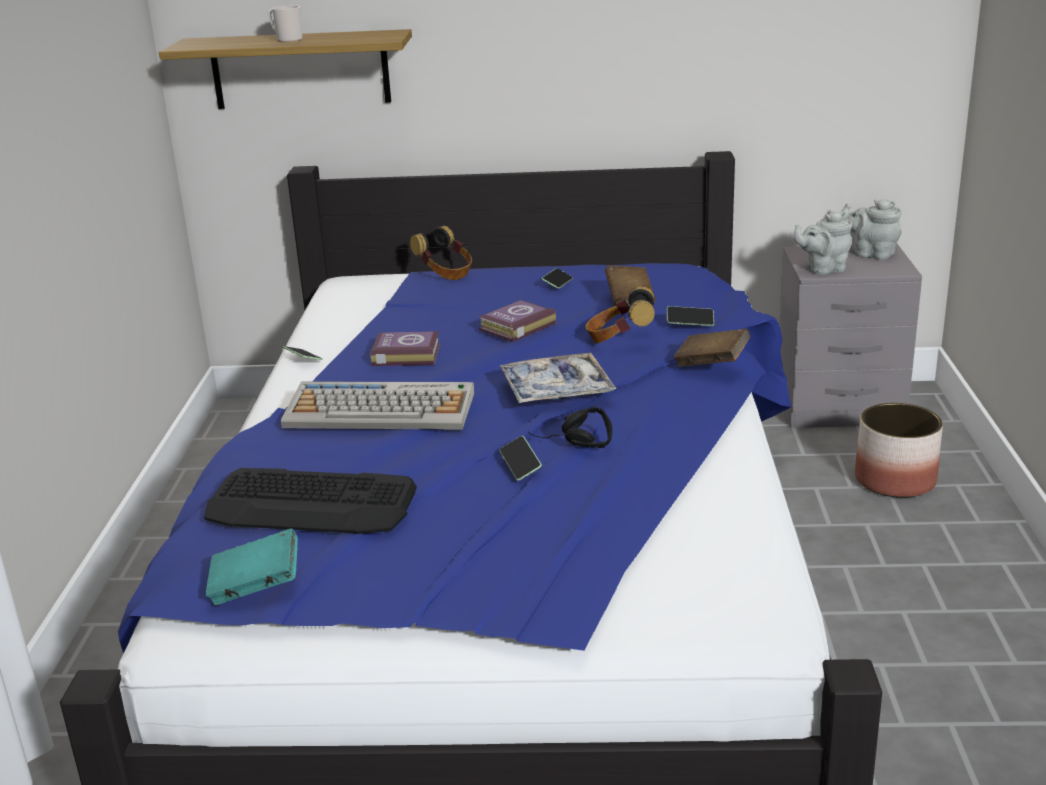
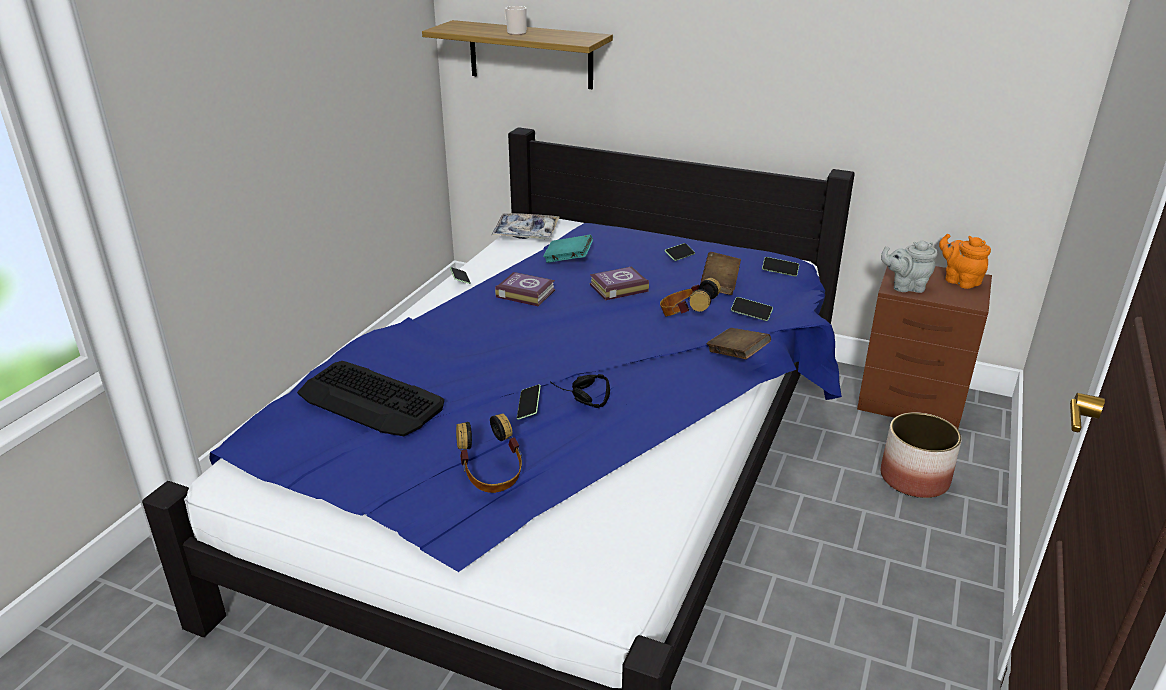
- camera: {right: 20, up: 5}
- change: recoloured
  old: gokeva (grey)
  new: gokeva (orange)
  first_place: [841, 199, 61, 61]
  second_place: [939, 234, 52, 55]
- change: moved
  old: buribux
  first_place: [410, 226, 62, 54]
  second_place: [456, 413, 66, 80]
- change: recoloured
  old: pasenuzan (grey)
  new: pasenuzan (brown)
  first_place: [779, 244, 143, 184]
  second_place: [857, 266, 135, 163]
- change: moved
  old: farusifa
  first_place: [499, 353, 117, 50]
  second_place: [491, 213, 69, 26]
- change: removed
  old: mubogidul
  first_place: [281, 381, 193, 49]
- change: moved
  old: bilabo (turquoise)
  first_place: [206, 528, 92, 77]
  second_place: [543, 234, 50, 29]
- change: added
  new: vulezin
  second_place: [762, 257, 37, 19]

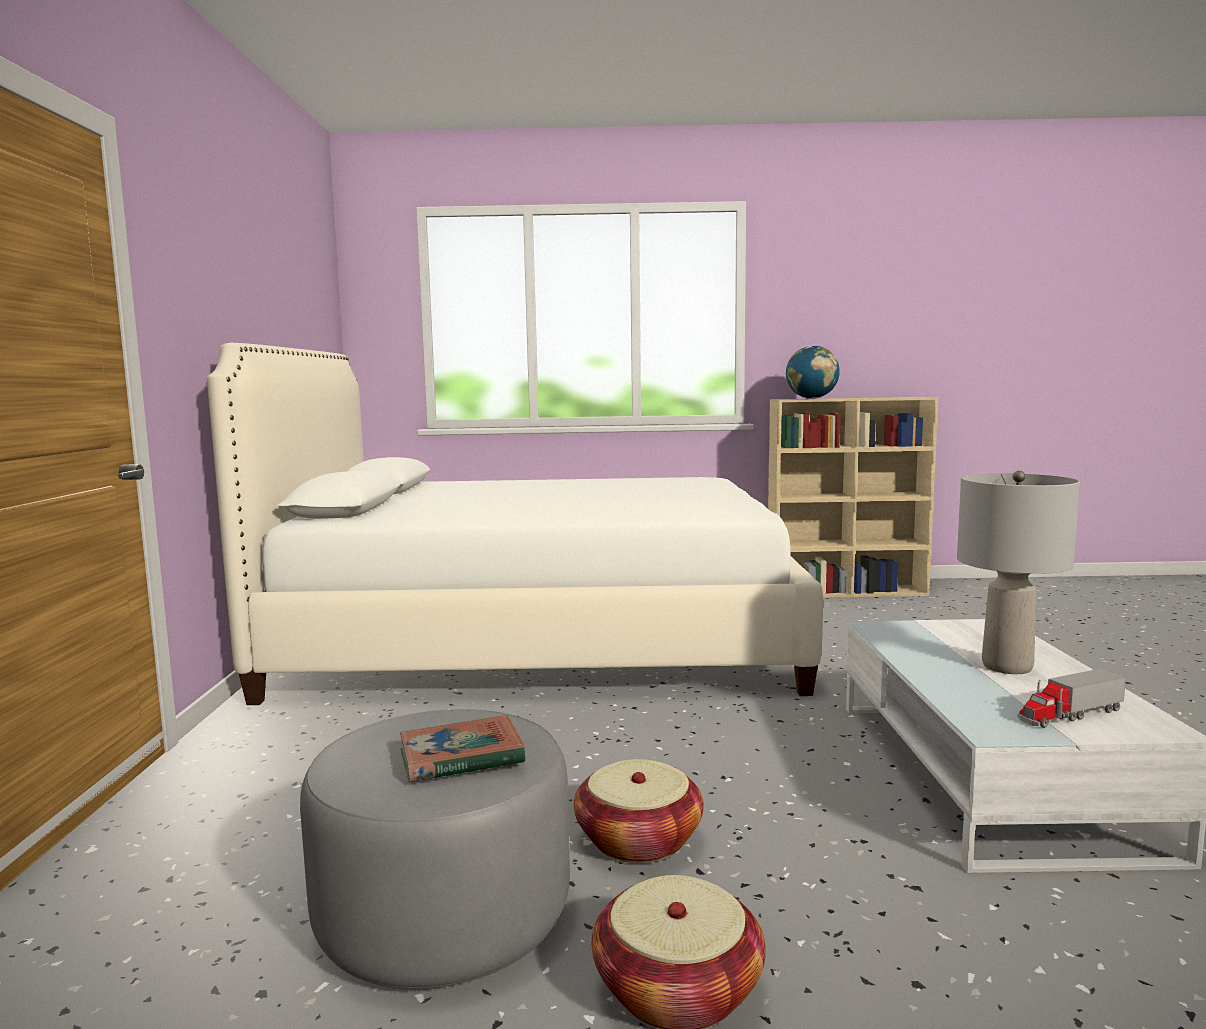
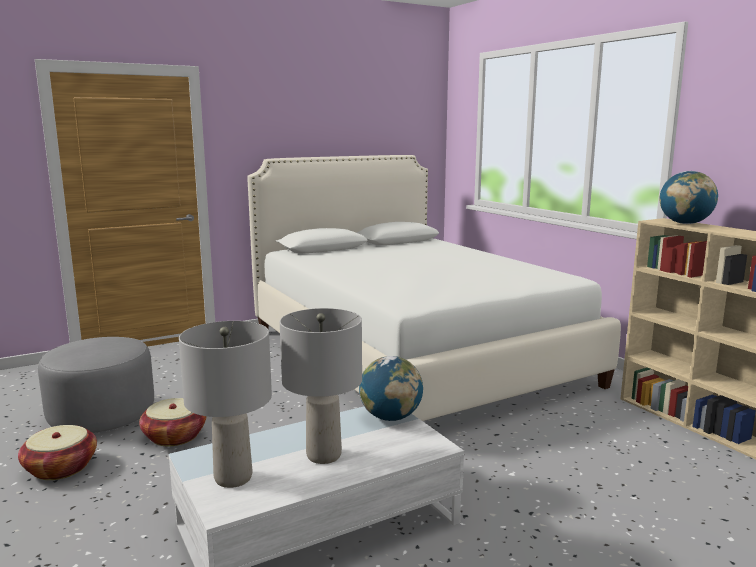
- camera: {right: 60, up: 5}
- change: replaced
  old: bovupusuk
  new: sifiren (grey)
  first_place: [1018, 669, 108, 59]
  second_place: [179, 321, 93, 167]
- change: removed
  old: bilabo
  first_place: [400, 715, 126, 67]
- change: added
  new: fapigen
  second_place: [359, 356, 64, 65]

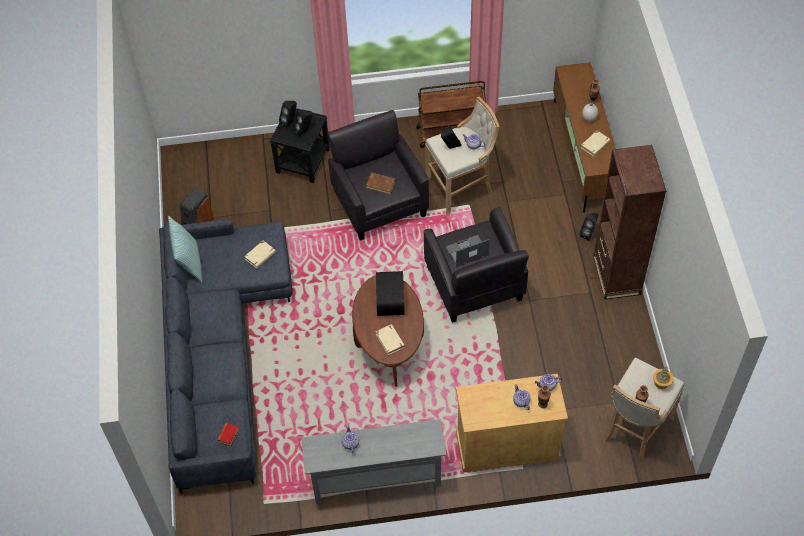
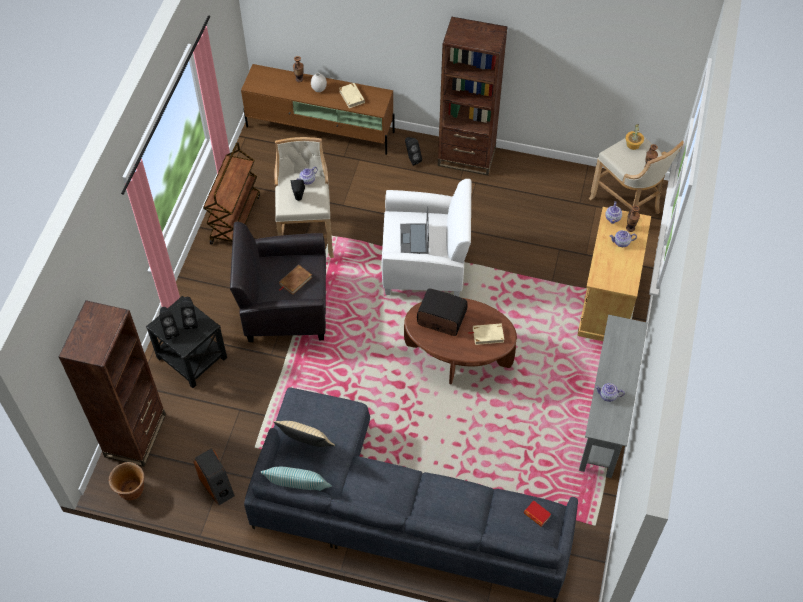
- camera: {right: -70, up: 0}
- change: recoloured
  old: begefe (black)
  new: begefe (white)
  first_place: [424, 207, 105, 116]
  second_place: [382, 179, 90, 118]
- change: removed
  old: bilabo (beige)
  first_place: [244, 240, 32, 28]
- change: added
  new: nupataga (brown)
  second_place: [58, 300, 108, 167]
- change: added
  new: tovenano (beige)
  second_place: [273, 421, 62, 26]
- change: added
  new: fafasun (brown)
  second_place: [109, 462, 36, 38]

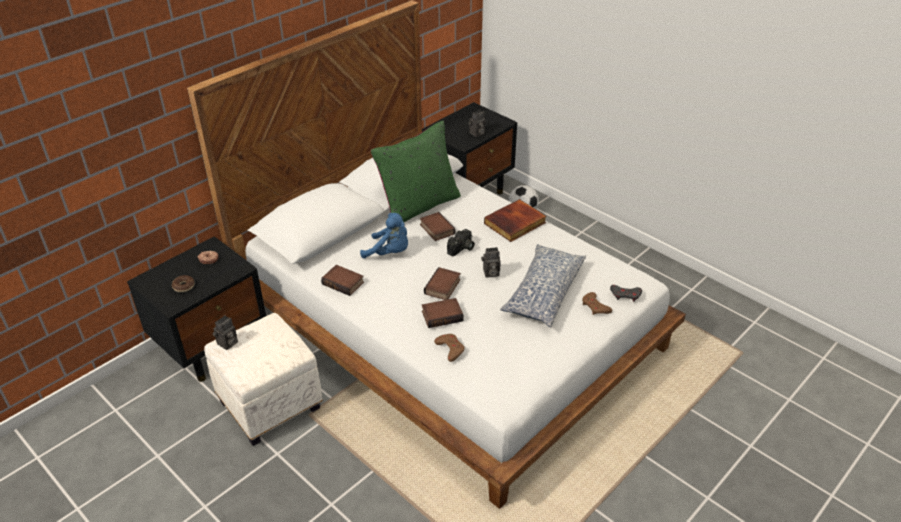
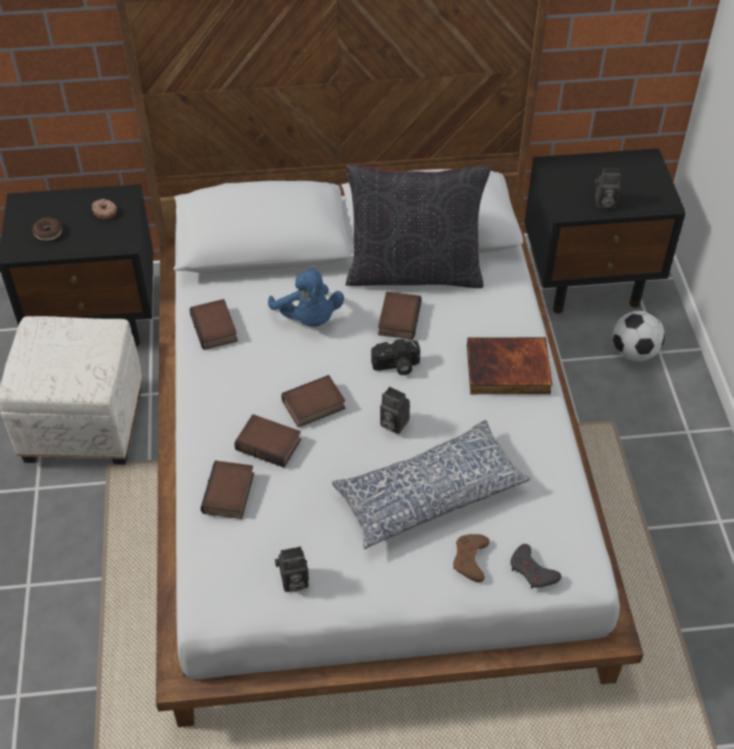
- camera: {right: 40, up: 10}
- change: recoloured
  old: tovenano (green)
  new: tovenano (black)
  first_place: [370, 121, 91, 101]
  second_place: [346, 164, 145, 124]
- change: moved
  old: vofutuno
  first_place: [212, 315, 26, 35]
  second_place: [275, 546, 34, 46]
- change: replaced
  old: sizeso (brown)
  new: bilabo
  first_place: [434, 334, 31, 28]
  second_place: [200, 461, 54, 58]

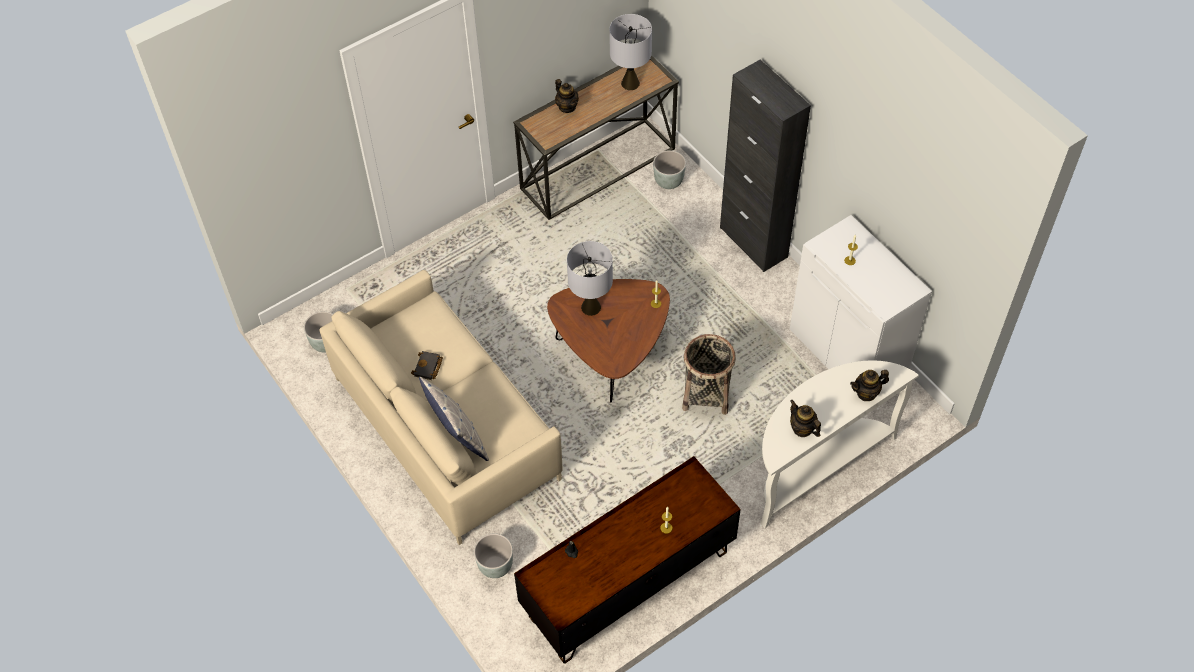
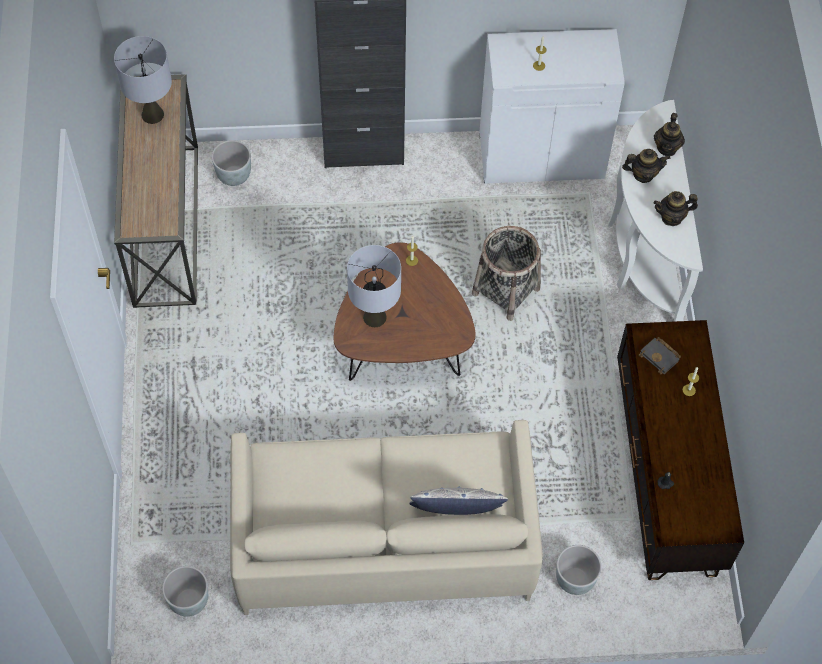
- camera: {right: -60, up: 5}
- change: moved
  old: gokeva
  first_place: [555, 79, 24, 34]
  second_place: [622, 149, 48, 34]
- change: moved
  old: bilabo (black)
  first_place: [411, 351, 32, 29]
  second_place: [639, 337, 42, 38]

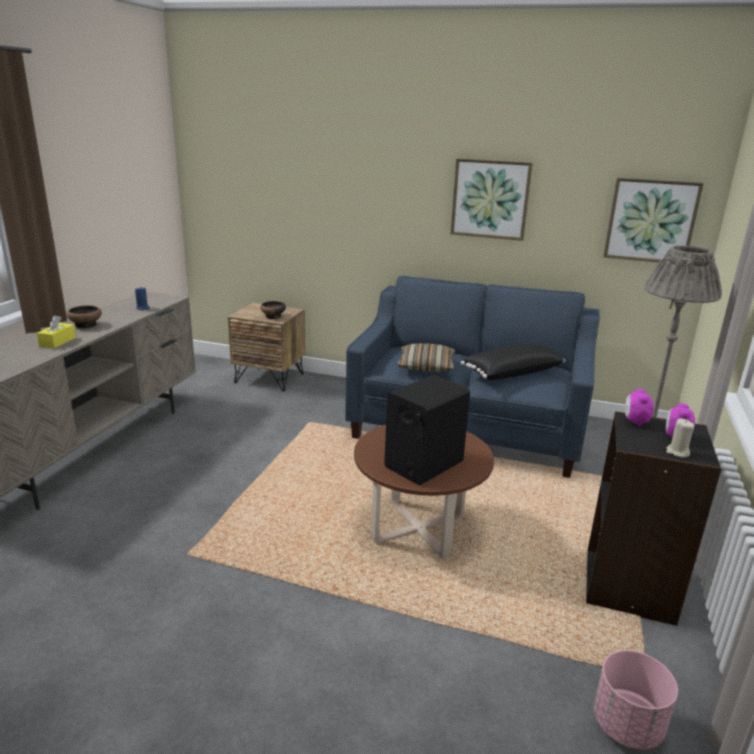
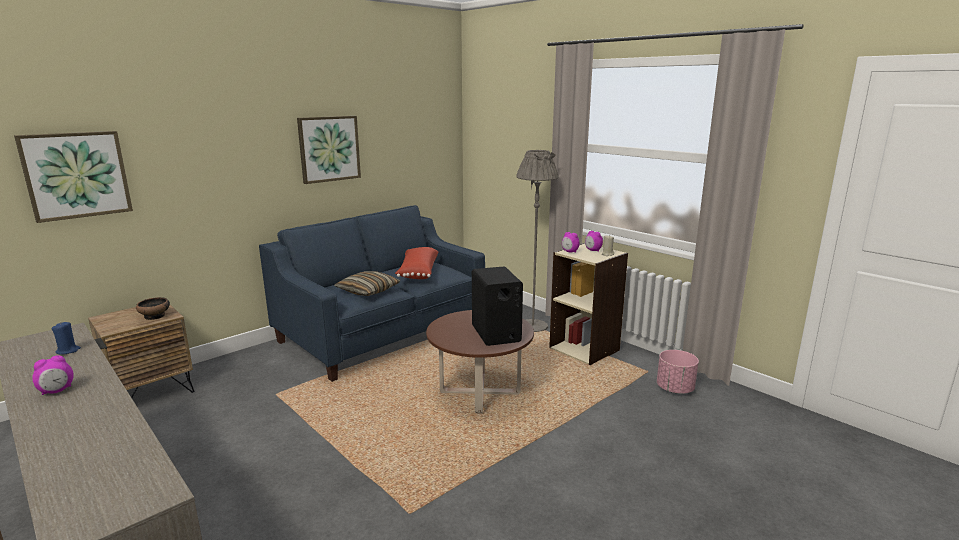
- camera: {right: -60, up: -5}
- change: moved
  old: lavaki
  first_place: [603, 178, 101, 85]
  second_place: [14, 131, 119, 92]
- change: replaced
  old: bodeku
  new: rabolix
  first_place: [67, 305, 35, 23]
  second_place: [32, 355, 42, 40]
- change: removed
  old: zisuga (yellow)
  first_place: [37, 315, 39, 33]
- change: recoloured
  old: tovenano (black)
  new: tovenano (red)
  first_place: [461, 344, 104, 36]
  second_place: [395, 247, 44, 32]
- change: recoloured
  old: nupataga (black)
  new: nupataga (beige)
  first_place: [586, 411, 136, 215]
  second_place: [549, 243, 79, 122]

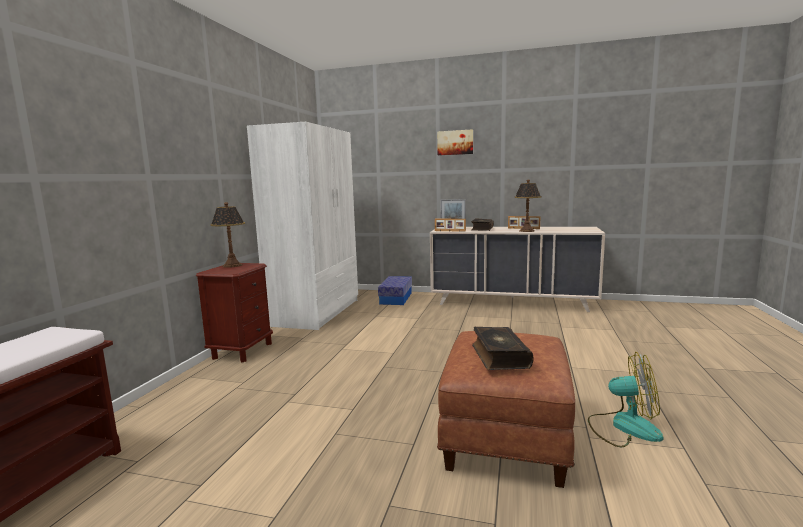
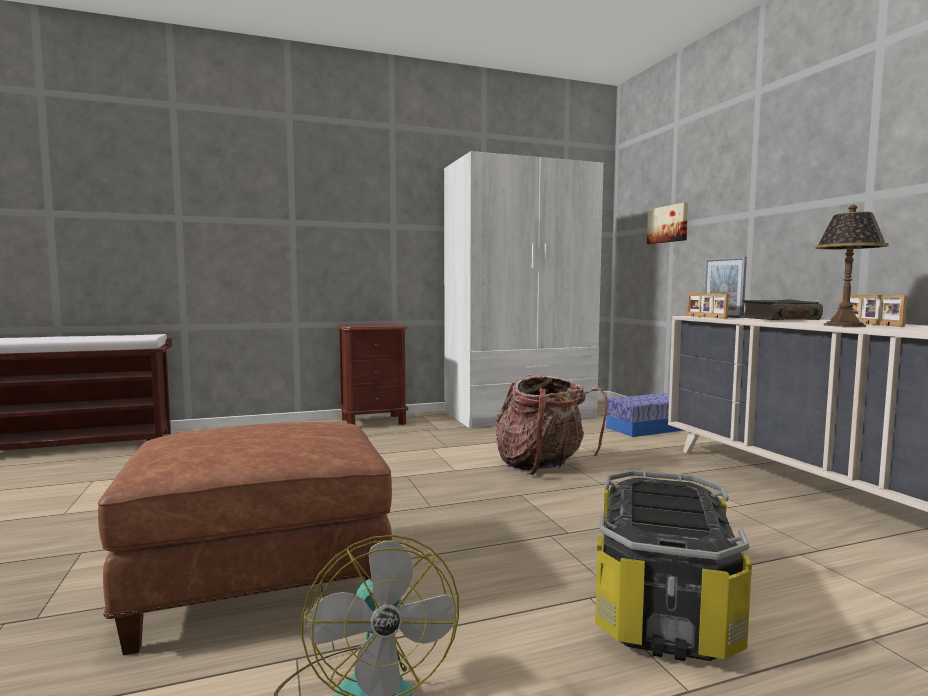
- camera: {right: 55, up: -5}
- change: moved
  old: lavaki
  first_place: [437, 129, 36, 26]
  second_place: [647, 202, 41, 42]
- change: removed
  old: sifiren
  first_place: [210, 202, 35, 66]
- change: removed
  old: bilabo
  first_place: [472, 327, 62, 43]
- change: added
  new: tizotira
  second_place: [496, 374, 112, 101]
- change: added
  new: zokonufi
  second_place: [595, 470, 157, 191]

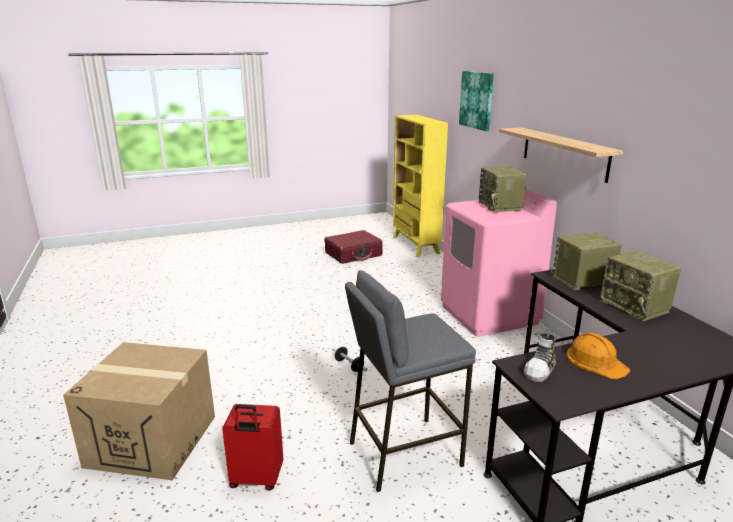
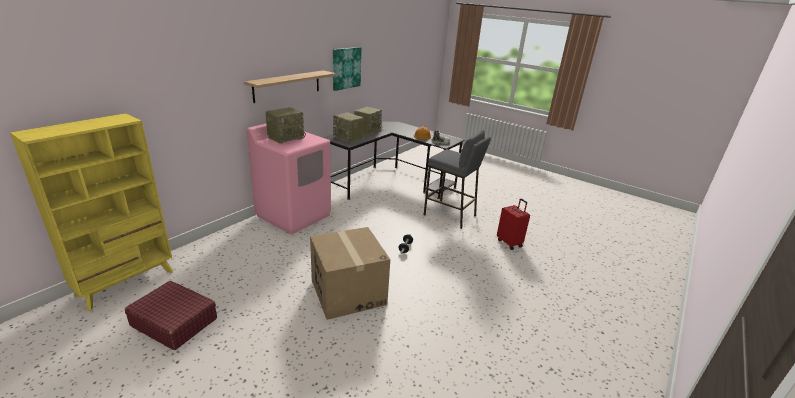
- camera: {right: -125, up: 5}
- change: moved
  old: lavaki
  first_place: [459, 71, 35, 60]
  second_place: [333, 47, 28, 44]
- change: moved
  old: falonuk
  first_place: [63, 342, 152, 138]
  second_place: [310, 227, 80, 93]

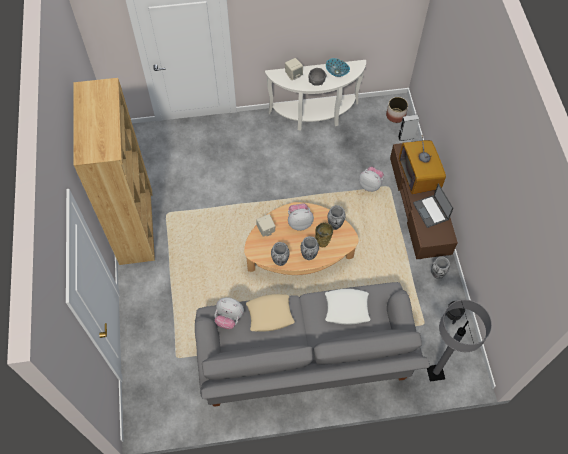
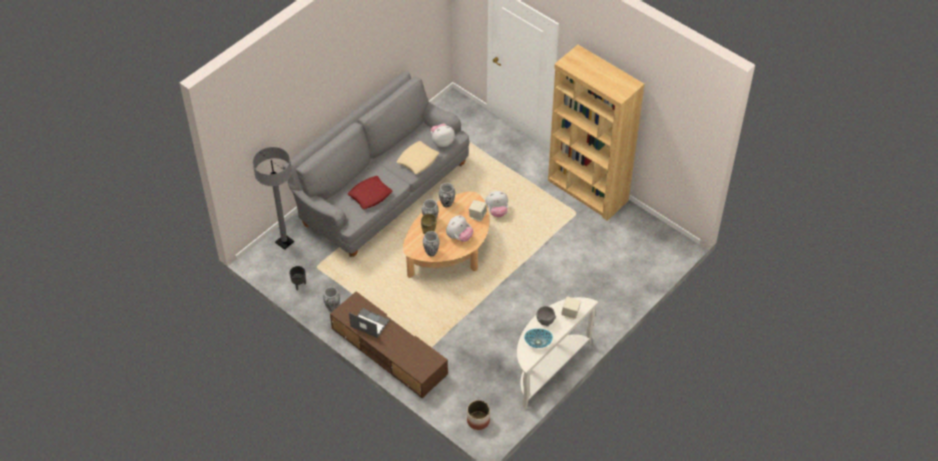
- camera: {right: 140, up: -10}
- change: removed
  old: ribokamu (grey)
  first_place: [398, 114, 21, 27]
- change: removed
  old: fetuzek
  first_place: [399, 135, 47, 60]
- change: moved
  old: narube
  first_place: [359, 167, 25, 25]
  second_place: [485, 191, 23, 26]
- change: recoloured
  old: tovenano (white)
  new: tovenano (red)
  first_place: [325, 289, 45, 35]
  second_place: [348, 176, 44, 33]

